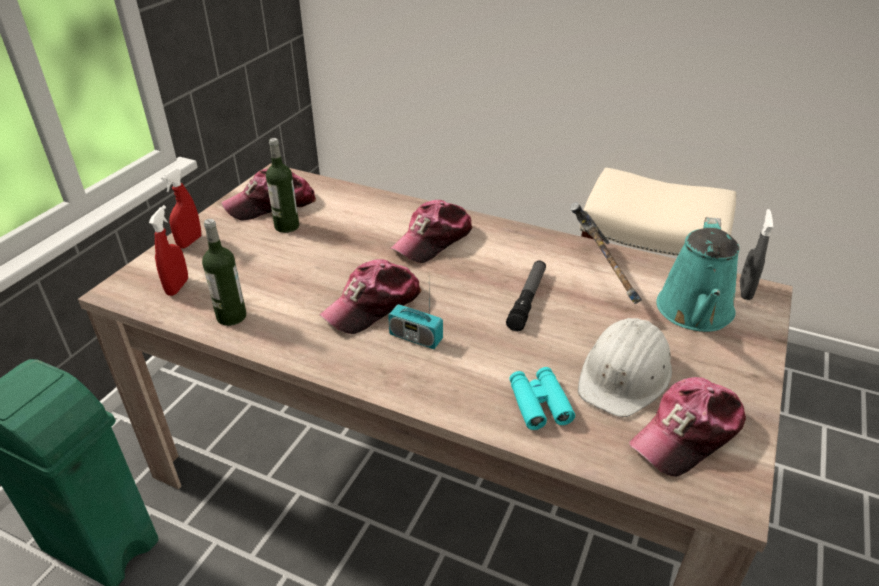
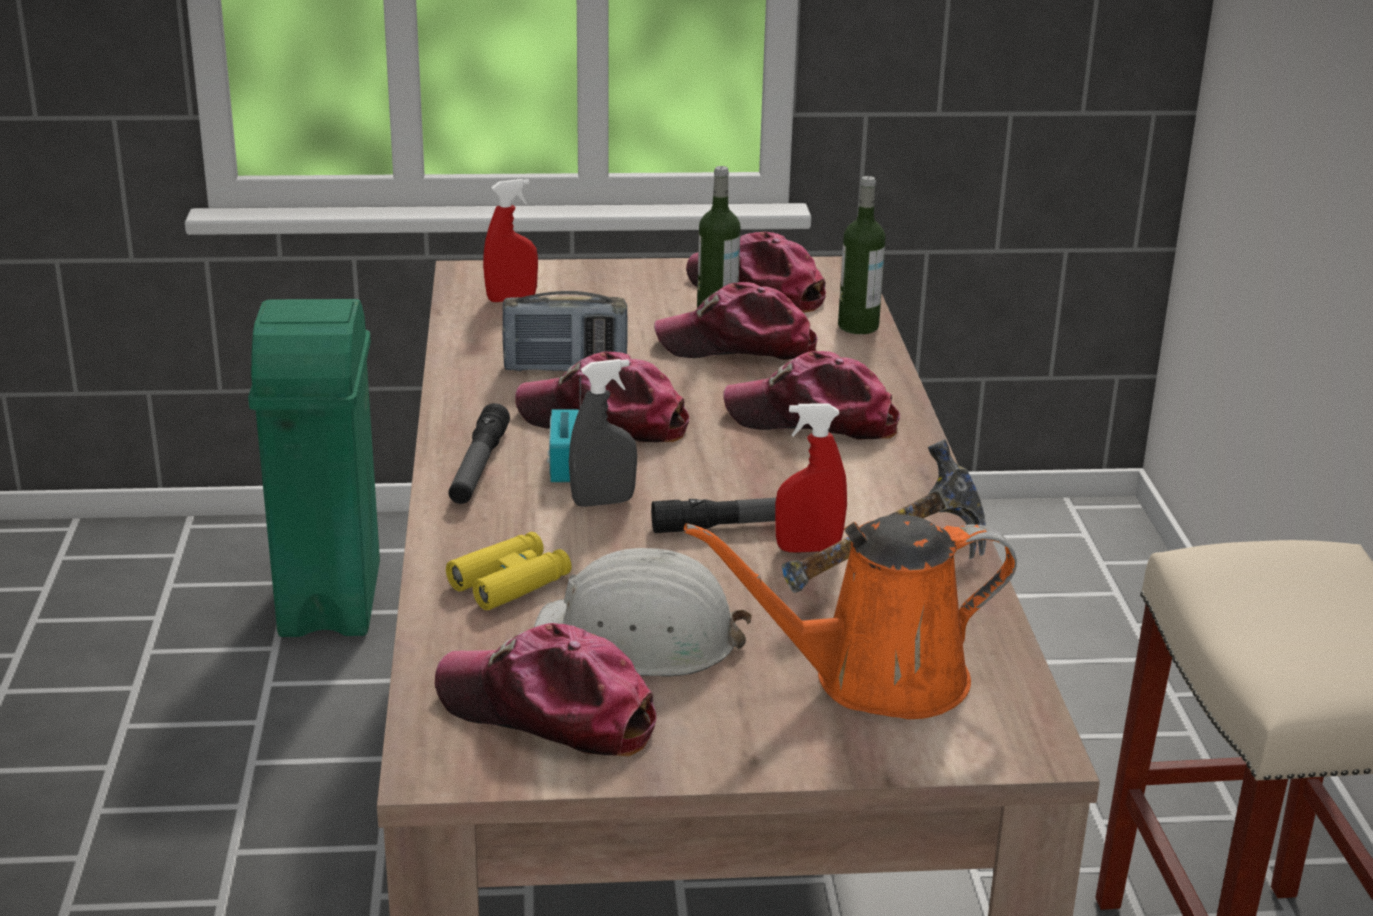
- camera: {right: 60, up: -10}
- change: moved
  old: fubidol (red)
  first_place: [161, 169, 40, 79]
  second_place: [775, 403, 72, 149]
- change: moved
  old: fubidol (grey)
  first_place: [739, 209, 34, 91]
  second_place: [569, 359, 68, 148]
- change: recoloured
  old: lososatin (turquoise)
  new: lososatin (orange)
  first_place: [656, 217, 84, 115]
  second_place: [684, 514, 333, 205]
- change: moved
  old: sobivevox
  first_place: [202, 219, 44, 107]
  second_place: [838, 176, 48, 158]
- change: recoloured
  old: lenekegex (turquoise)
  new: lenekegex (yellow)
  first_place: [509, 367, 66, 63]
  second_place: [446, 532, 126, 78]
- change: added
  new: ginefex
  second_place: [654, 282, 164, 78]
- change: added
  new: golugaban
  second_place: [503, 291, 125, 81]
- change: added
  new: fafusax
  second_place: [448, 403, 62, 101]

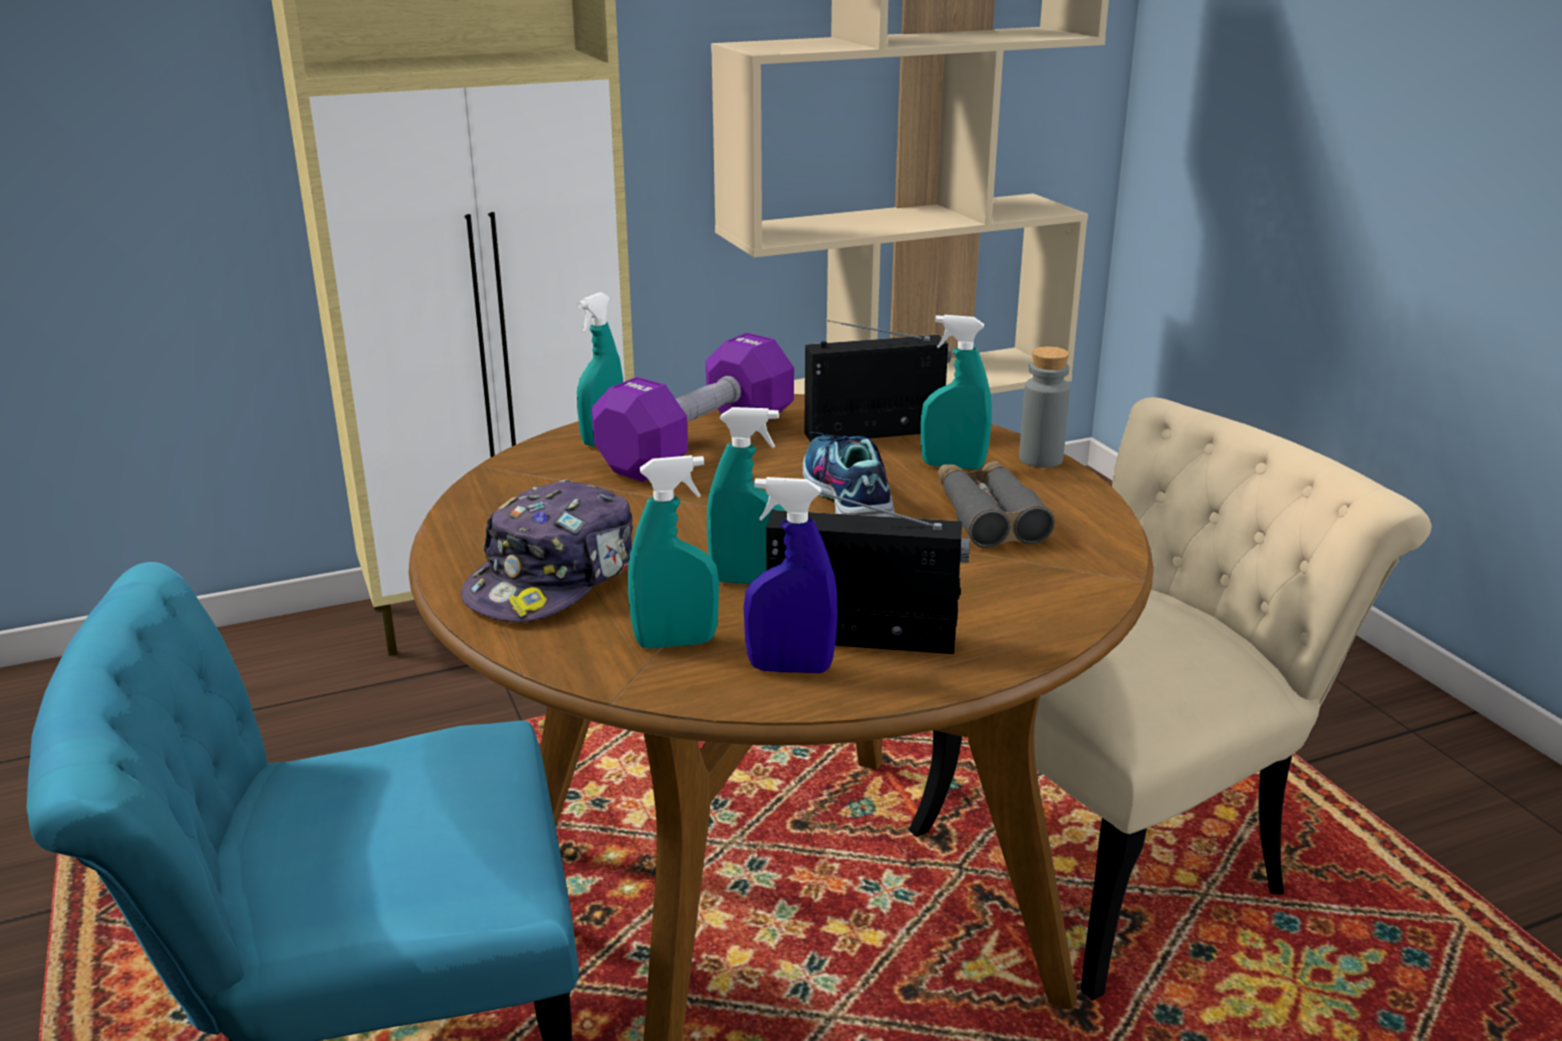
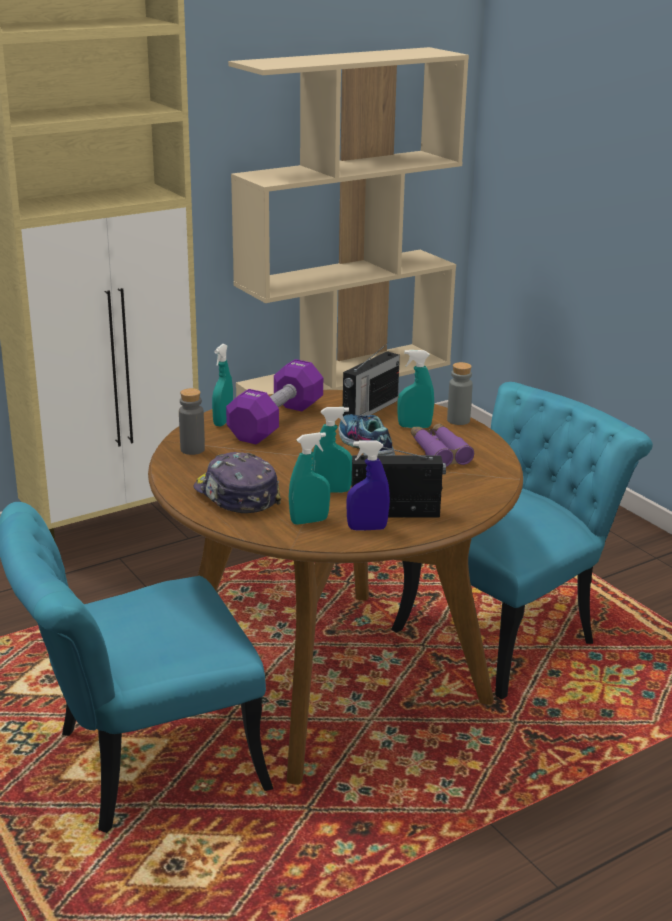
- camera: {right: -10, up: 0}
- change: turned
  old: golugaban
  first_place: [804, 320, 147, 122]
  second_place: [343, 342, 57, 74]
  degrees: 150
- change: recoloured
  old: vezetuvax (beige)
  new: vezetuvax (turquoise)
  first_place: [909, 397, 523, 604]
  second_place: [392, 382, 261, 318]
- change: recoloured
  old: lenekegex (grey)
  new: lenekegex (purple)
  first_place: [938, 461, 117, 87]
  second_place: [411, 423, 63, 44]
- change: turned
  old: ginefex
  first_place: [461, 479, 172, 143]
  second_place: [193, 452, 88, 61]
  degrees: 120
- change: added
  new: sobivevox (grey)
  second_place: [179, 388, 26, 67]

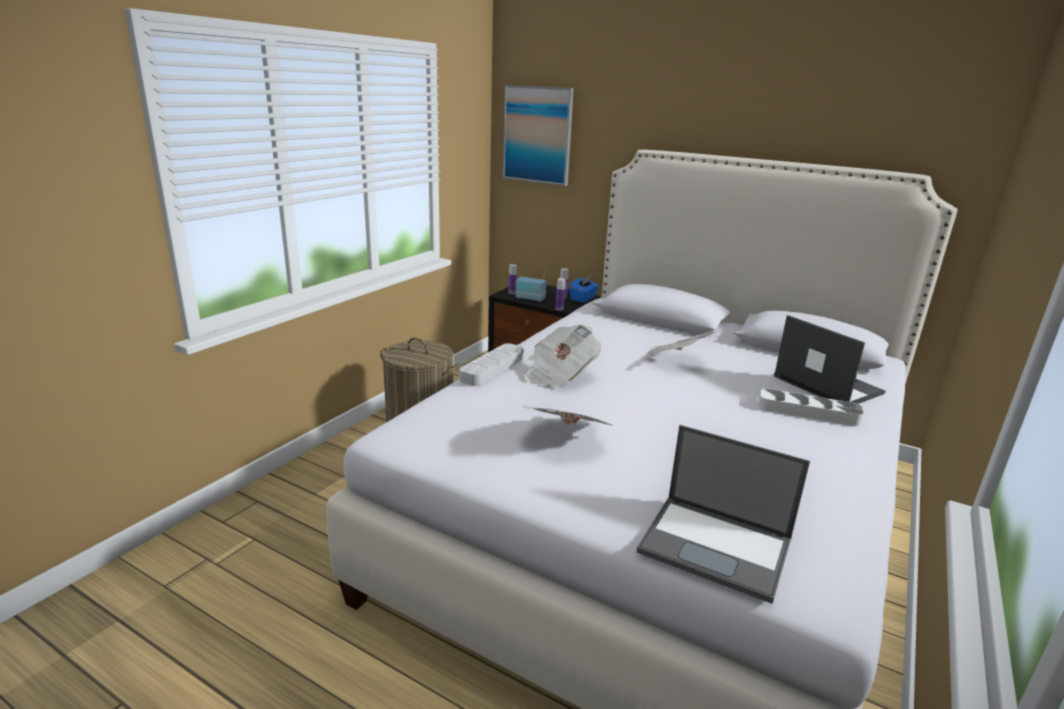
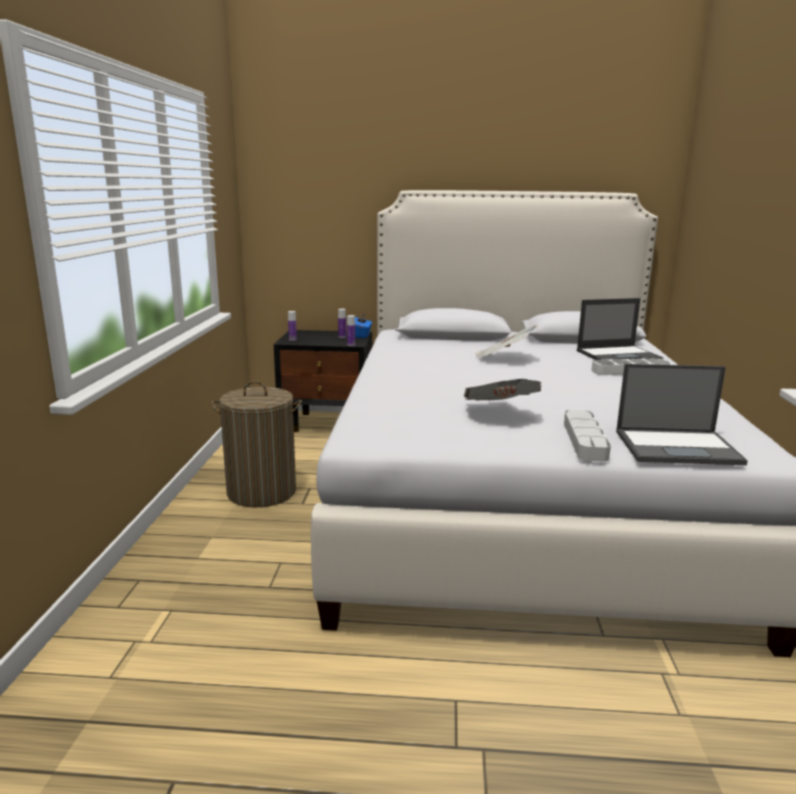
- camera: {right: -25, up: -5}
- change: removed
  old: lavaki
  first_place: [503, 85, 71, 101]
- change: removed
  old: golugaban
  first_place: [515, 268, 31, 34]
- change: turned
  old: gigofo
  first_place: [774, 315, 112, 89]
  second_place: [577, 298, 86, 62]
  degrees: 135
- change: removed
  old: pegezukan
  first_place: [523, 325, 78, 62]
- change: moved
  old: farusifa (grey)
  first_place: [459, 343, 64, 43]
  second_place: [564, 410, 47, 52]

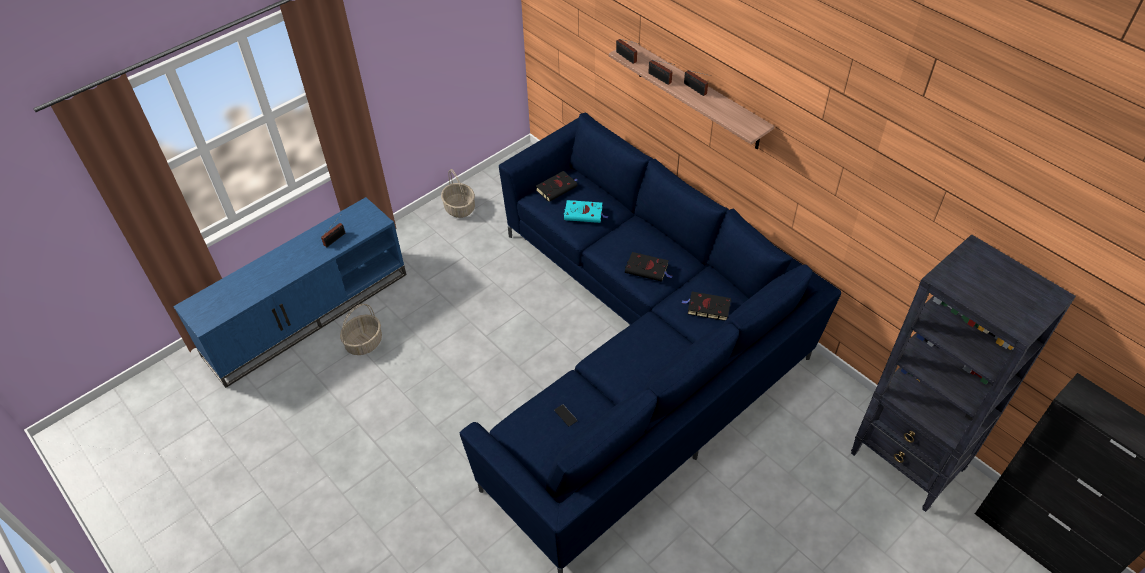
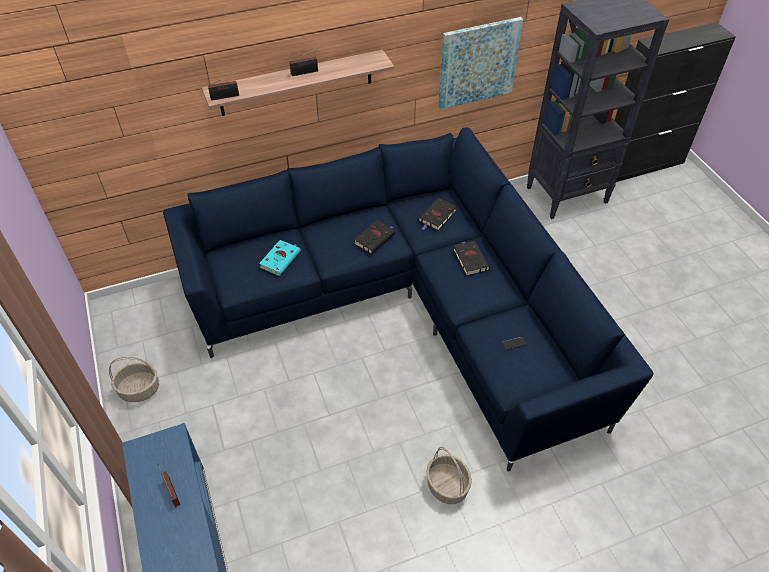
- camera: {right: -70, up: 0}
- change: removed
  old: golugaban
  first_place: [648, 60, 27, 25]
- change: moved
  old: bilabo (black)
  first_place: [536, 171, 42, 31]
  second_place: [453, 241, 37, 35]
- change: moved
  old: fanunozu
  first_place: [340, 304, 42, 51]
  second_place: [426, 447, 46, 57]
- change: added
  new: lavaki
  second_place: [438, 17, 85, 93]

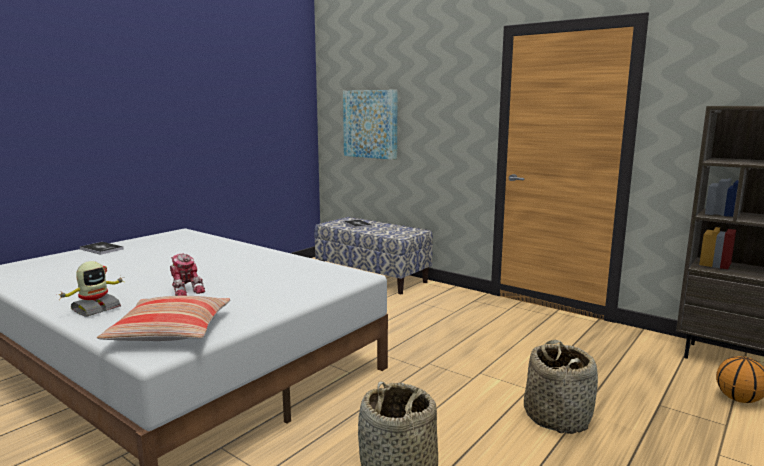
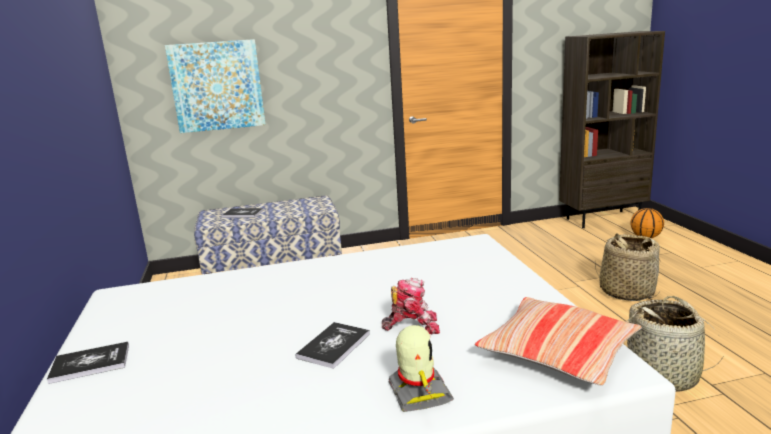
- camera: {right: -50, up: 5}
- change: added
  new: bilabo
  second_place: [296, 322, 74, 47]

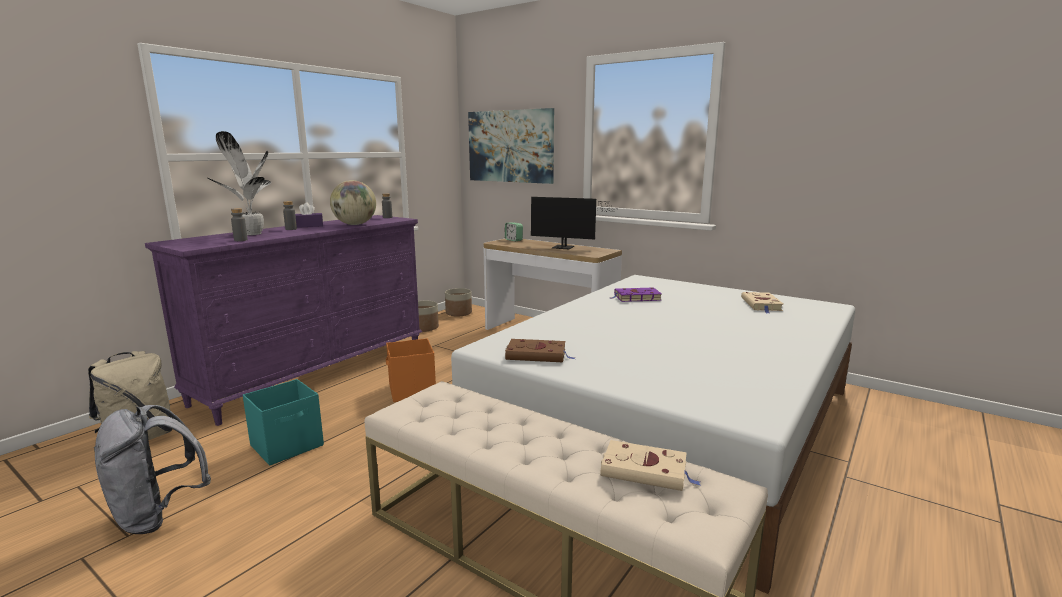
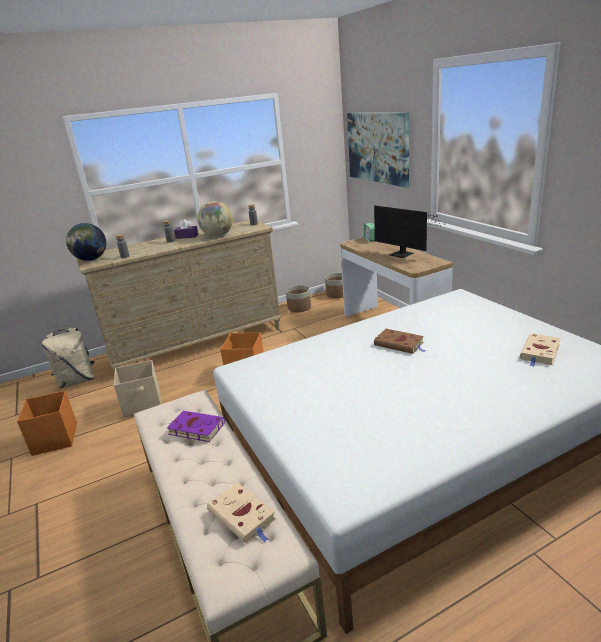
- camera: {right: 30, up: 10}
- change: removed
  old: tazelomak
  first_place: [208, 131, 63, 104]
- change: recoloured
  old: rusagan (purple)
  new: rusagan (beige)
  first_place: [145, 215, 277, 211]
  second_place: [76, 220, 206, 150]
- change: moved
  old: bilabo (purple)
  first_place: [610, 287, 52, 15]
  second_place: [167, 411, 58, 31]
- change: moved
  old: bilabo (brown)
  first_place: [505, 339, 71, 23]
  second_place: [374, 329, 52, 25]
- change: recoloured
  old: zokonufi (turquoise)
  new: zokonufi (beige)
  first_place: [243, 379, 81, 86]
  second_place: [114, 360, 47, 58]
- change: replaced
  old: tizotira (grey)
  new: zokonufi (orange)
  first_place: [94, 405, 117, 129]
  second_place: [17, 390, 60, 66]
- change: added
  new: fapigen
  second_place: [66, 223, 40, 38]

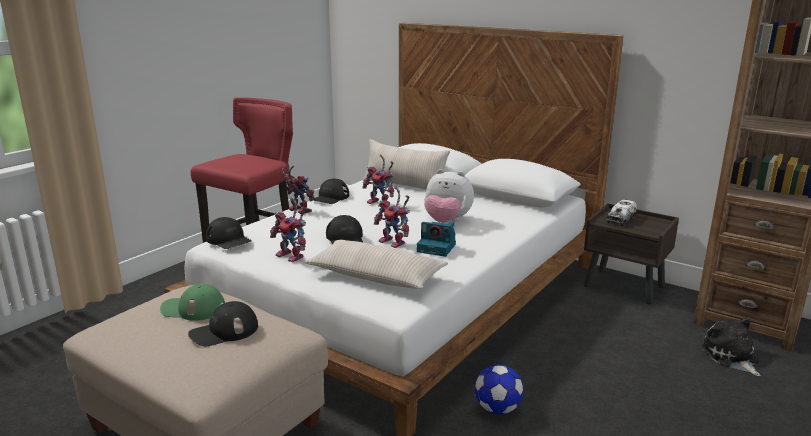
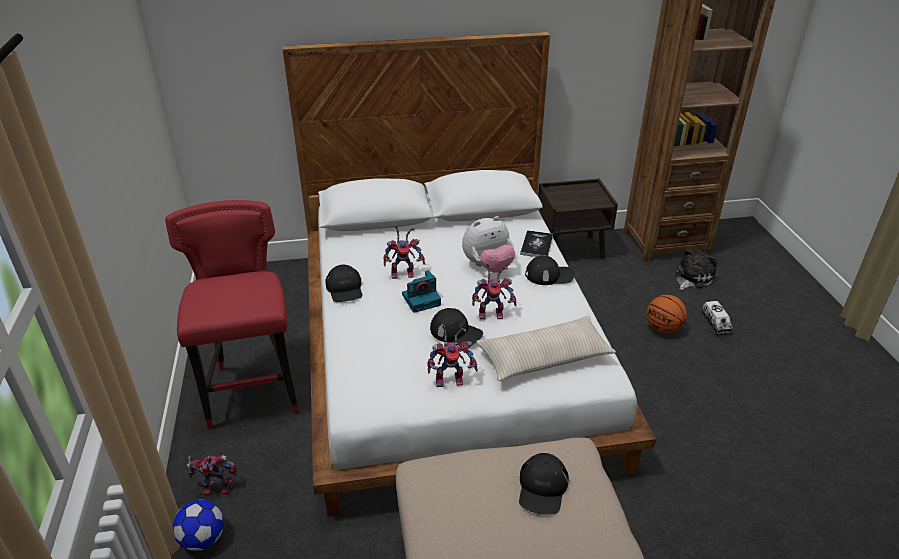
- camera: {right: -45, up: 15}
- change: removed
  old: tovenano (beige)
  first_place: [363, 139, 87, 50]
- change: moved
  old: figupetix
  first_place: [282, 165, 33, 49]
  second_place: [186, 455, 52, 41]
- change: moved
  old: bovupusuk
  first_place: [607, 199, 30, 27]
  second_place: [701, 301, 32, 34]
- change: moved
  old: ginefex (black)
  first_place: [206, 217, 46, 32]
  second_place: [525, 255, 50, 30]
- change: moved
  old: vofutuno
  first_place: [417, 221, 39, 36]
  second_place: [402, 270, 39, 43]
- change: removed
  old: ginefex (green)
  first_place: [160, 284, 65, 37]
- change: turned
  old: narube
  first_place: [701, 317, 60, 59]
  second_place: [674, 249, 43, 41]
  degrees: 105
- change: moved
  old: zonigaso
  first_place: [475, 365, 48, 49]
  second_place: [172, 499, 52, 52]
- change: added
  new: bilabo
  second_place: [520, 230, 33, 27]
- change: added
  new: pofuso
  second_place: [647, 295, 40, 38]

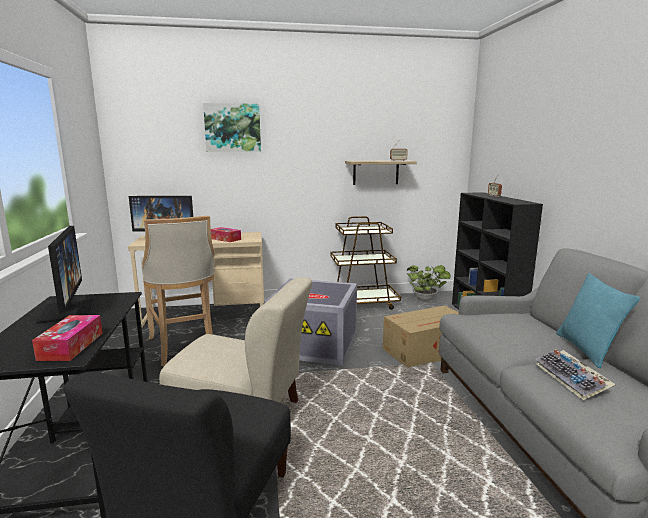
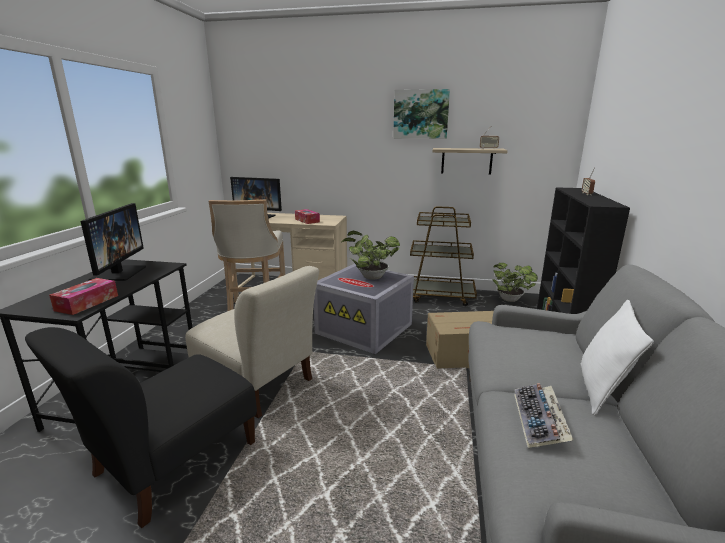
- camera: {right: 20, up: 5}
- change: moved
  old: lavaki
  first_place: [203, 103, 58, 49]
  second_place: [393, 89, 57, 50]
- change: recoloured
  old: tovenano (turquoise)
  new: tovenano (white)
  first_place: [556, 273, 84, 95]
  second_place: [581, 300, 73, 116]
- change: added
  new: tazelomak
  second_place: [341, 231, 59, 49]

